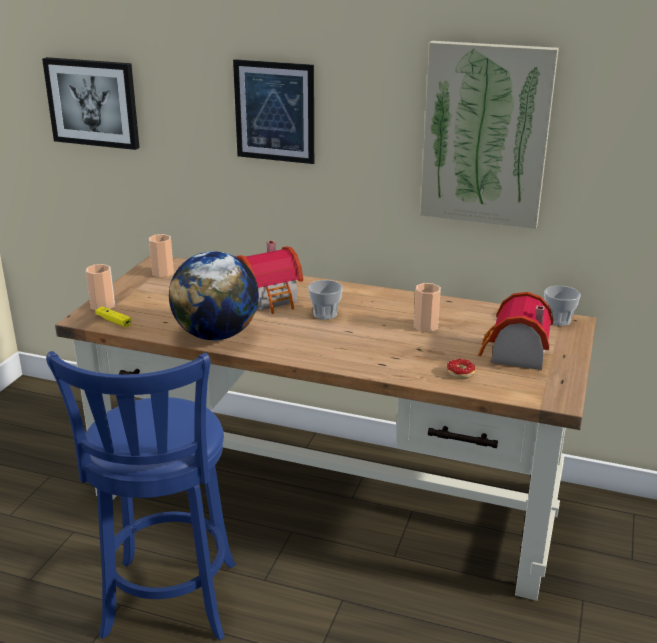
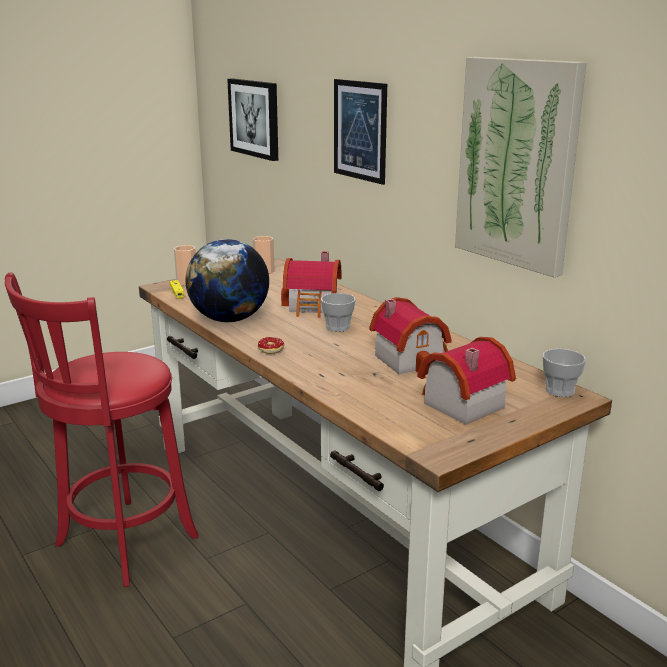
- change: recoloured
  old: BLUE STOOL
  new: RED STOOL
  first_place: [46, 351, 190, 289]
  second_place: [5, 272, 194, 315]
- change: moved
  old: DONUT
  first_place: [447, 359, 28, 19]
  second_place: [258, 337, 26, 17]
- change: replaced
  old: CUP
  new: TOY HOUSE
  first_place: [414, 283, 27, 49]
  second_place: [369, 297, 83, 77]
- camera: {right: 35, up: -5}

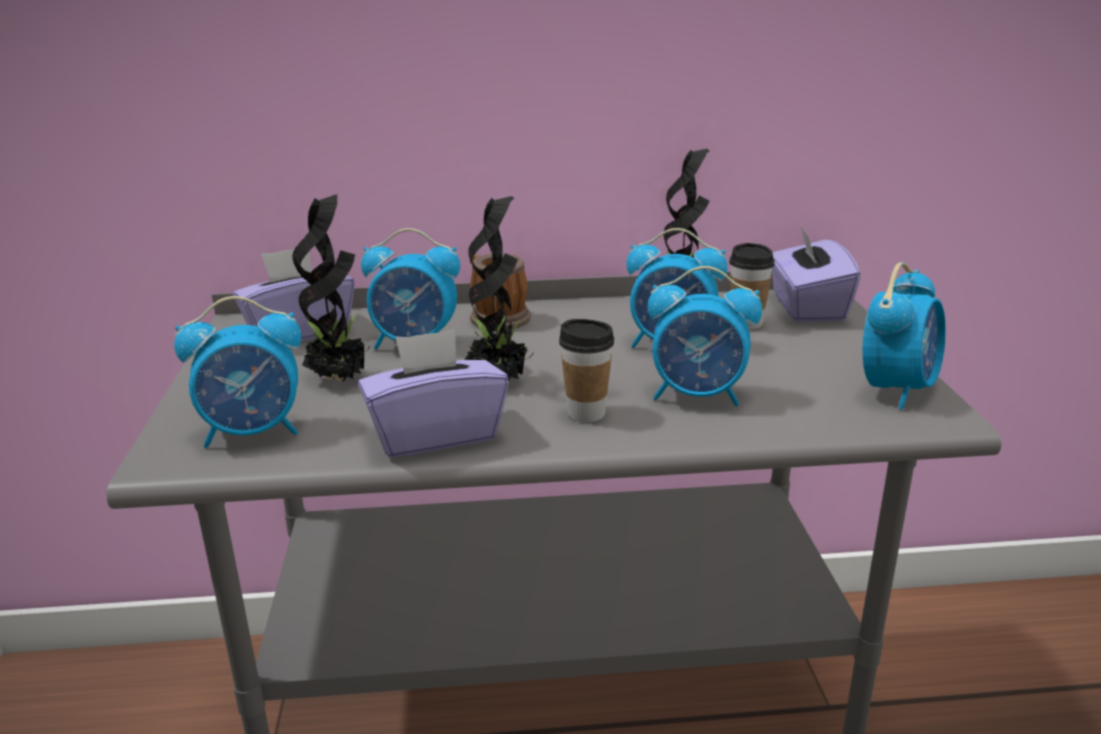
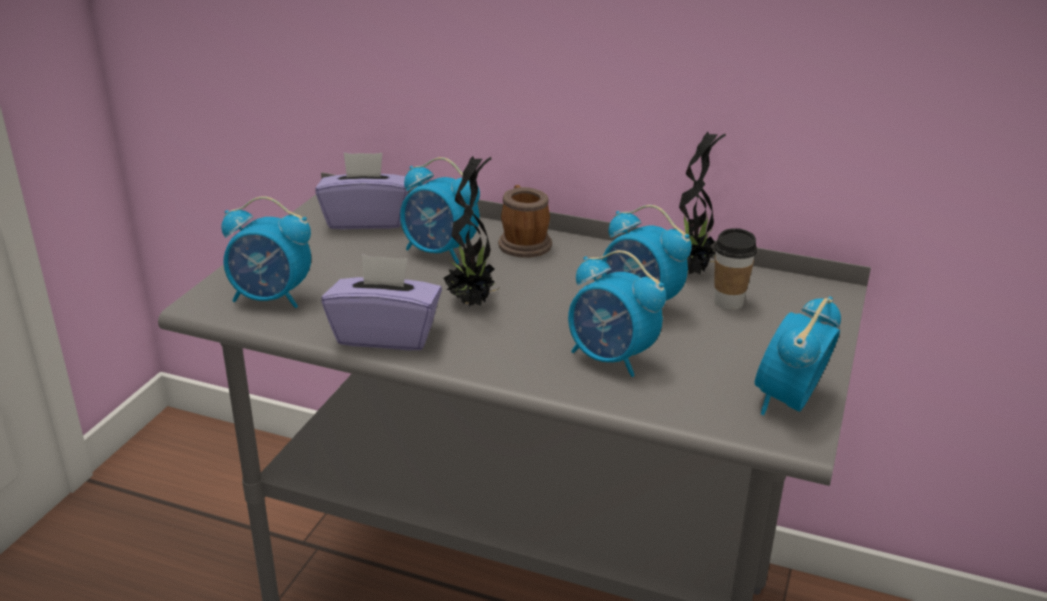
- change: turned
  old: ALARM CLOCK
  first_place: [863, 262, 83, 148]
  second_place: [755, 296, 86, 119]
  degrees: 150
- change: removed
  old: POTTED PLANT
  first_place: [293, 194, 77, 188]
- change: removed
  old: CUP
  first_place: [559, 319, 55, 103]
- change: removed
  old: PURPLE TISSUE BOX
  first_place: [772, 224, 89, 98]
- camera: {right: 25, up: 5}

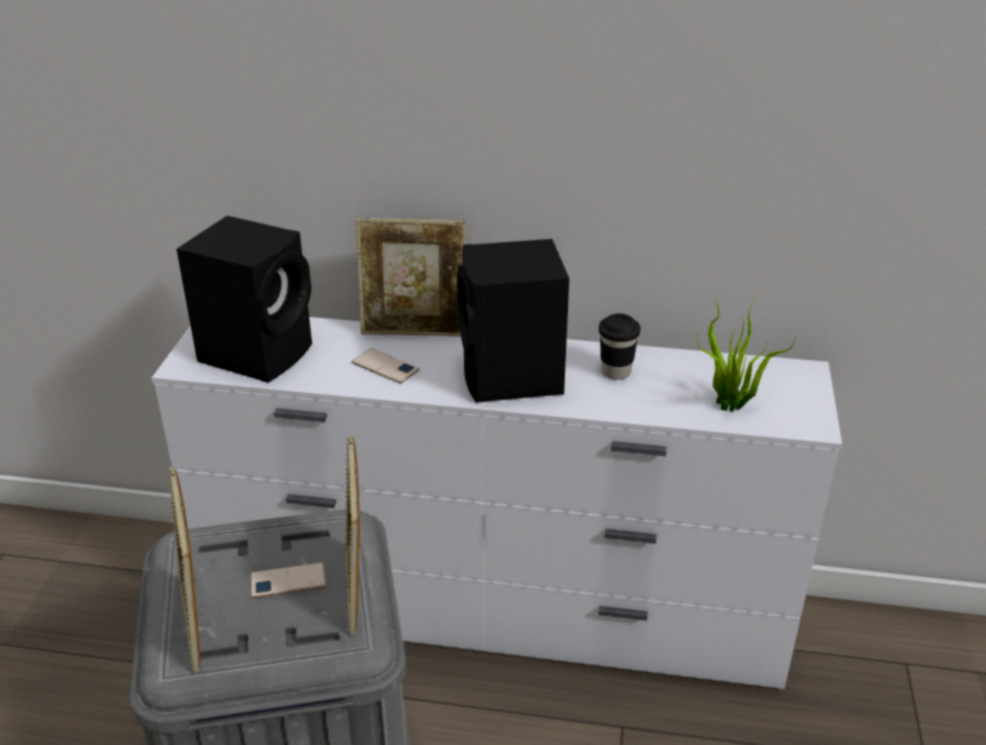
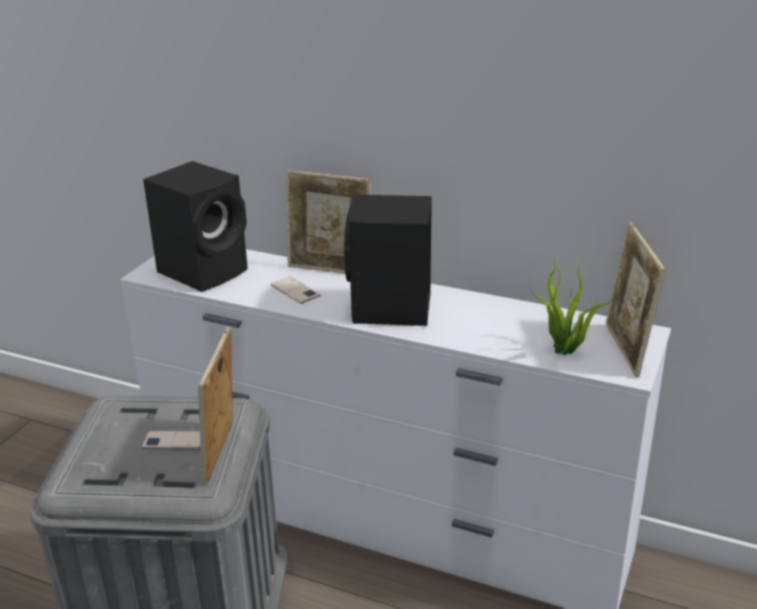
- change: moved
  old: PICTURE FRAME
  first_place: [168, 467, 32, 206]
  second_place: [605, 222, 61, 155]
- change: removed
  old: BLACK CUP
  first_place: [599, 313, 42, 67]
- camera: {right: 15, up: -5}

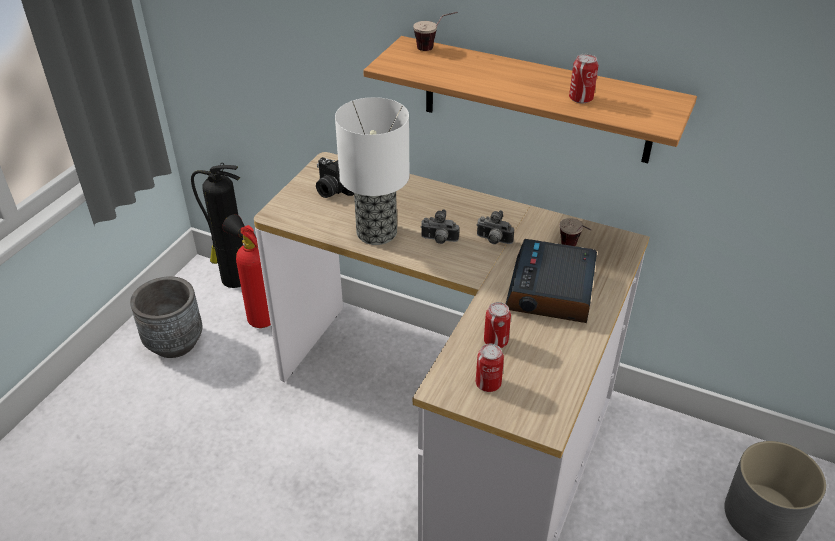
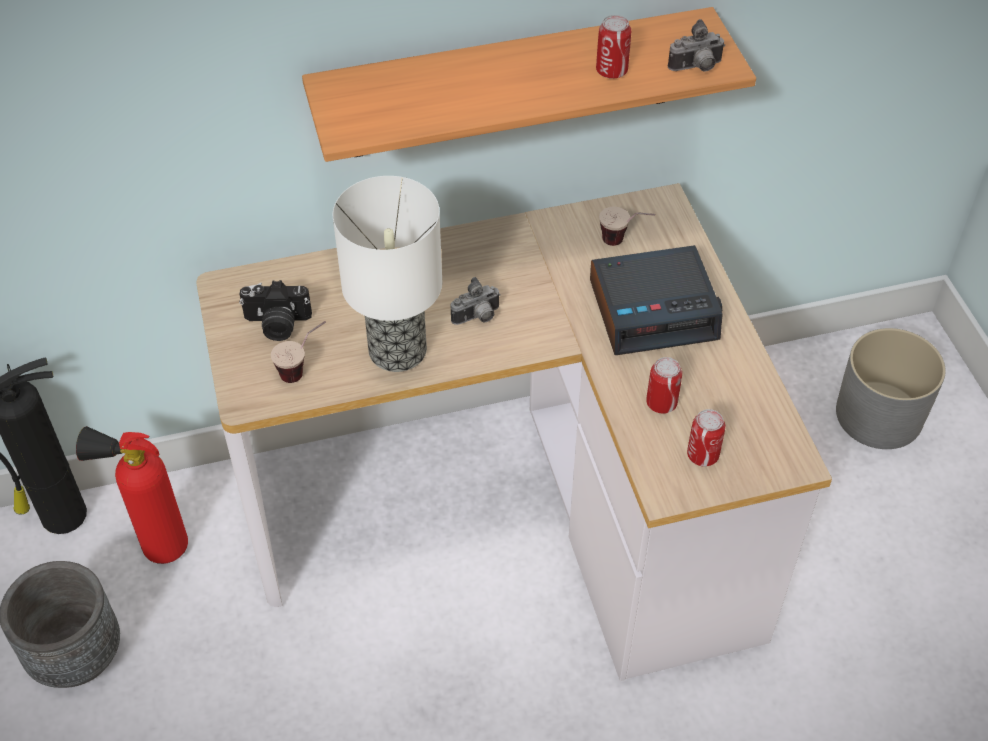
- change: moved
  old: CUP
  first_place: [413, 12, 45, 39]
  second_place: [271, 321, 55, 62]
- change: turned
  old: ALARM CLOCK
  first_place: [506, 239, 91, 84]
  second_place: [590, 245, 133, 110]
  degrees: -75
- change: moved
  old: PHOTO CAMERA
  first_place: [476, 210, 38, 34]
  second_place: [668, 19, 57, 53]
- camera: {right: -40, up: 10}

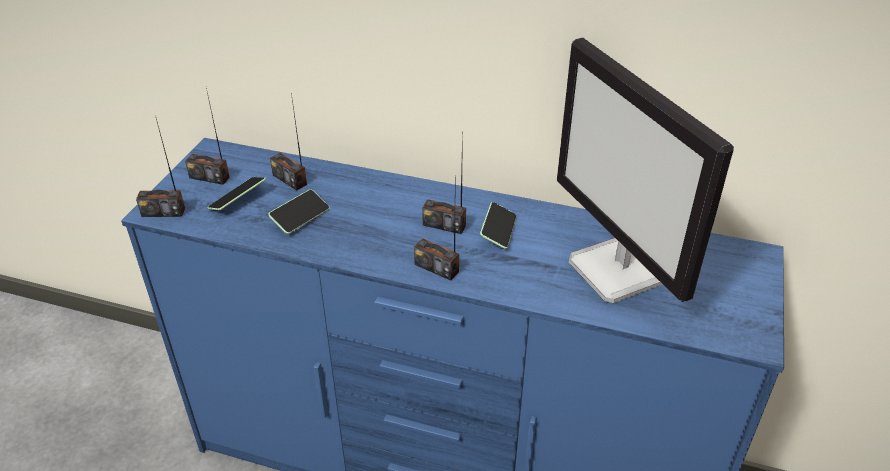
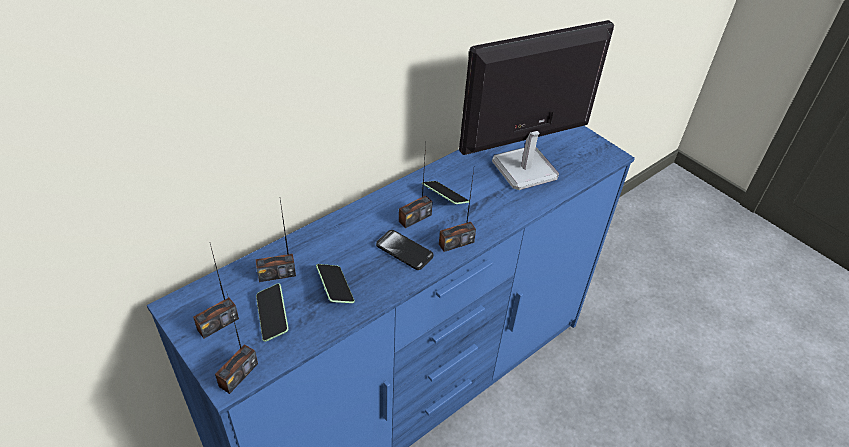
- change: added
  new: PHONE
  second_place: [376, 230, 58, 40]
- change: turned
  old: MONITOR
  first_place: [557, 38, 177, 265]
  second_place: [459, 20, 155, 170]
  degrees: 150
- camera: {right: -60, up: 5}

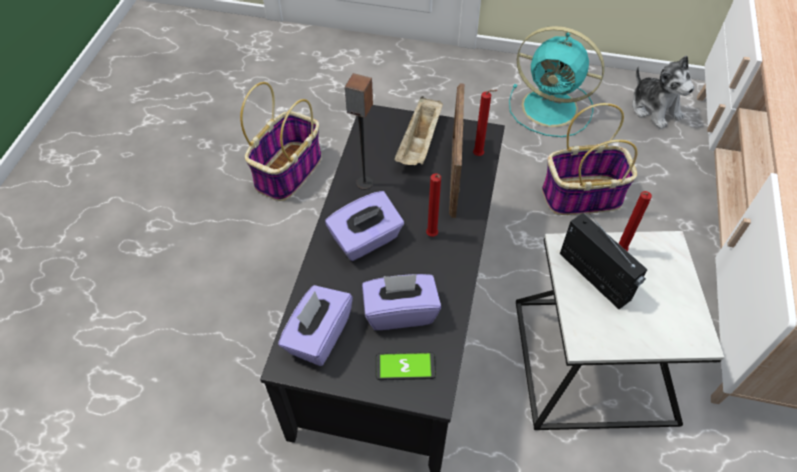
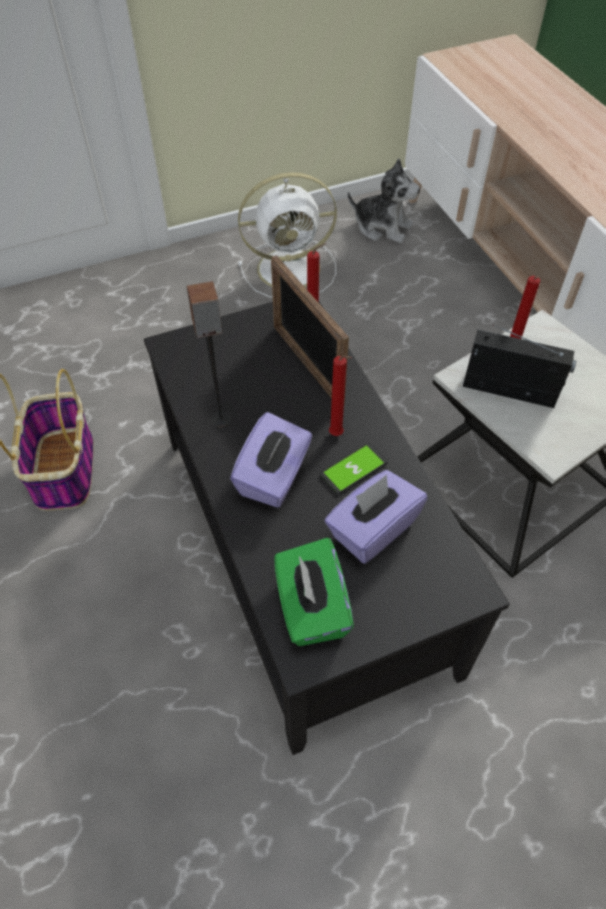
- change: recoloured
  old: TURQUOISE FAN
  new: WHITE FAN
  first_place: [509, 26, 96, 111]
  second_place: [238, 172, 99, 126]
- change: recoloured
  old: PURPLE TISSUE BOX
  new: GREEN TISSUE BOX
  first_place: [278, 285, 75, 81]
  second_place: [274, 537, 80, 109]
- change: moved
  old: PHONE
  first_place: [376, 352, 60, 28]
  second_place: [320, 443, 68, 51]
- change: removed
  old: BEIGE TRAY
  first_place: [394, 96, 49, 69]
- change: removed
  old: BASKET
  first_place: [542, 103, 95, 112]
- camera: {right: -35, up: 0}

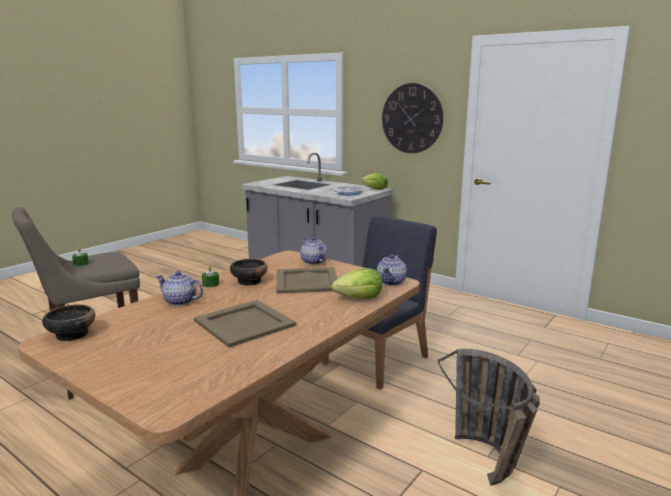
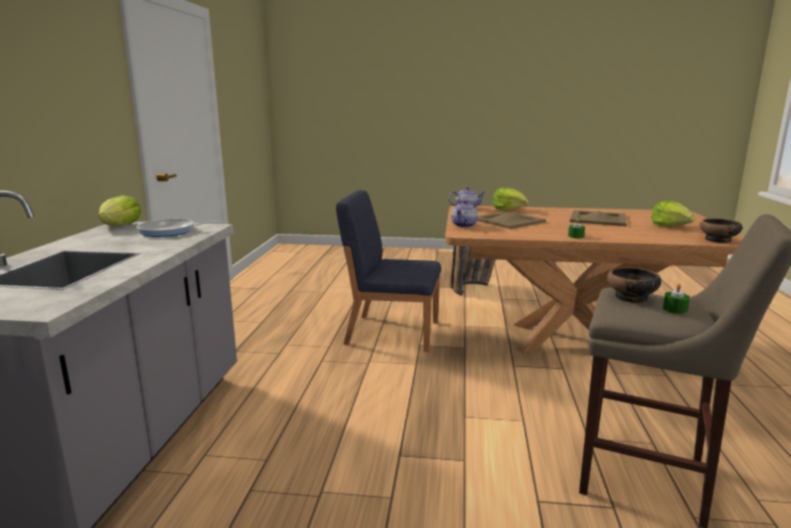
- change: moved
  old: BOWL
  first_place: [230, 259, 37, 27]
  second_place: [607, 267, 54, 36]
- change: added
  new: LETTUCE
  second_place: [651, 201, 44, 26]
- change: removed
  old: TEAPOT
  first_place: [156, 271, 47, 35]
- change: removed
  old: WALL CLOCK
  first_place: [382, 83, 61, 70]
- camera: {right: -120, up: 0}

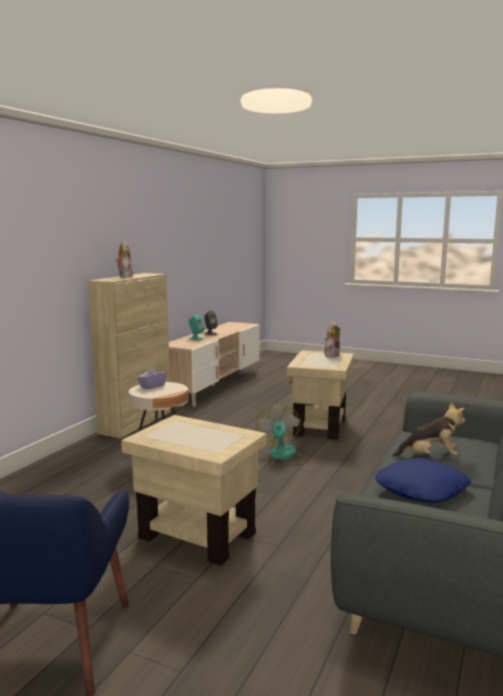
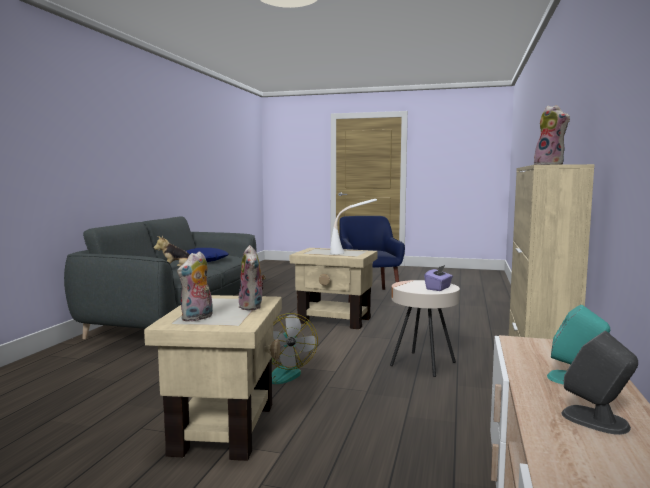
- change: added
  new: PLUSH TOY
  second_place: [239, 245, 27, 65]
- change: added
  new: WHITE TABLE LAMP
  second_place: [330, 199, 47, 55]
- camera: {right: 170, up: -5}

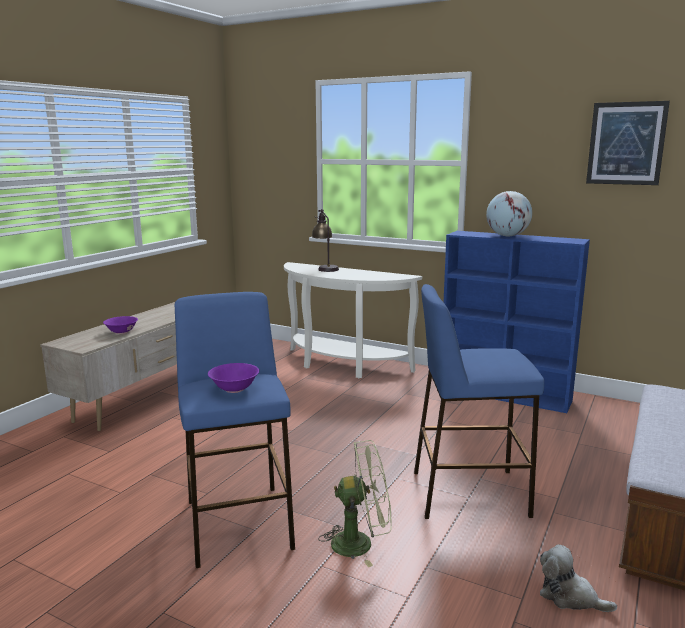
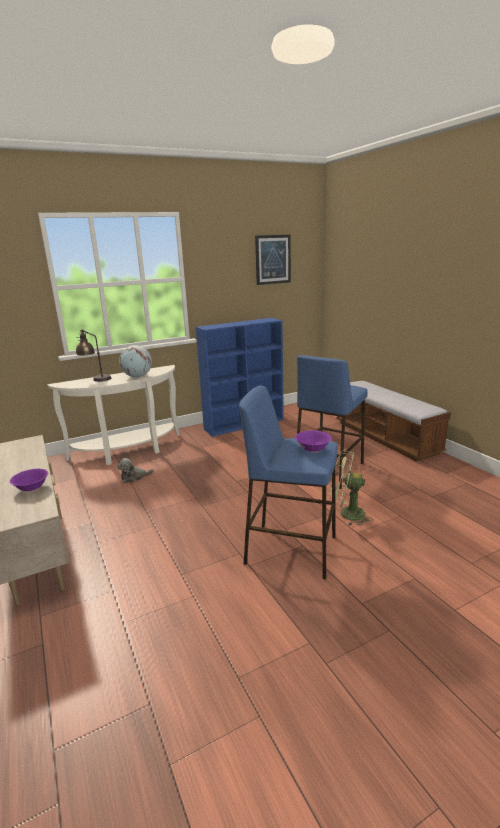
- change: moved
  old: PLUSH TOY
  first_place: [540, 545, 77, 67]
  second_place: [117, 458, 37, 25]
- change: moved
  old: GLOBE
  first_place: [486, 191, 46, 45]
  second_place: [119, 345, 33, 32]
- change: turned
  old: GREEN FAN
  first_place: [318, 440, 73, 127]
  second_place: [329, 450, 44, 76]
  degrees: -105
- camera: {right: -55, up: 5}

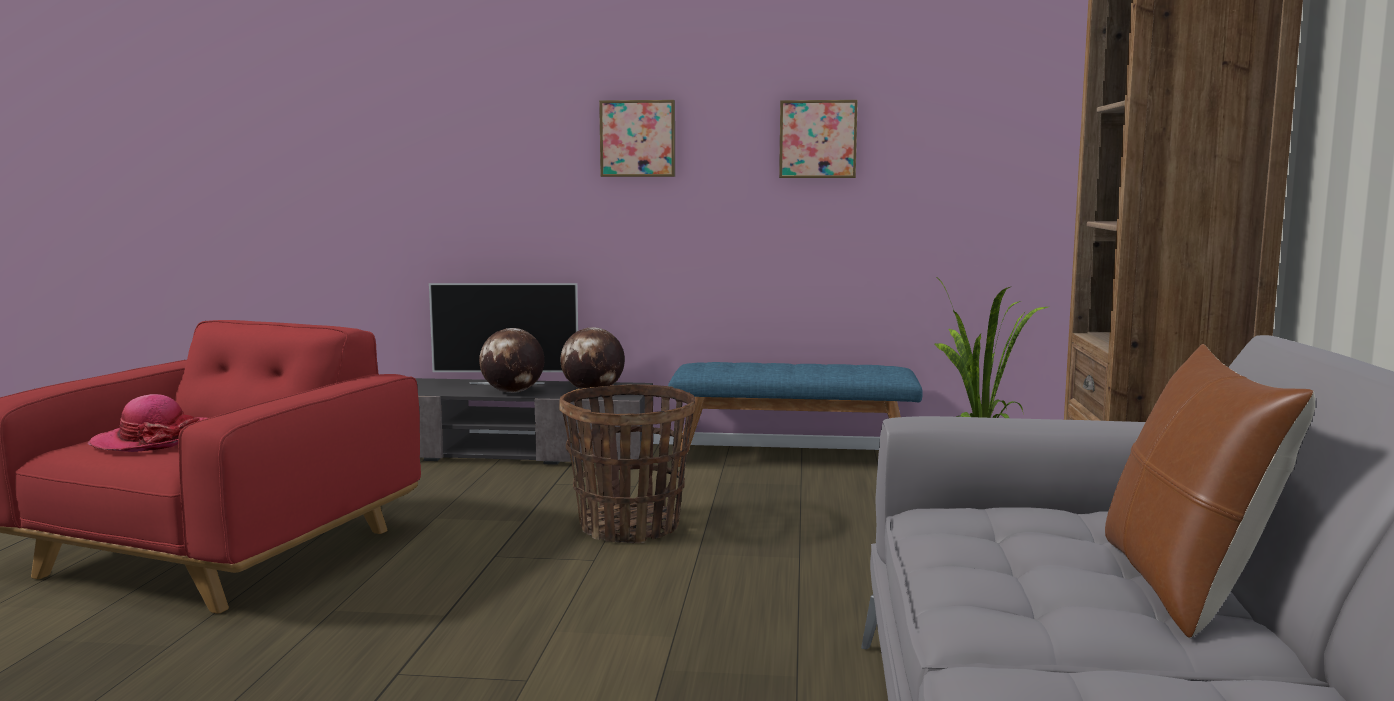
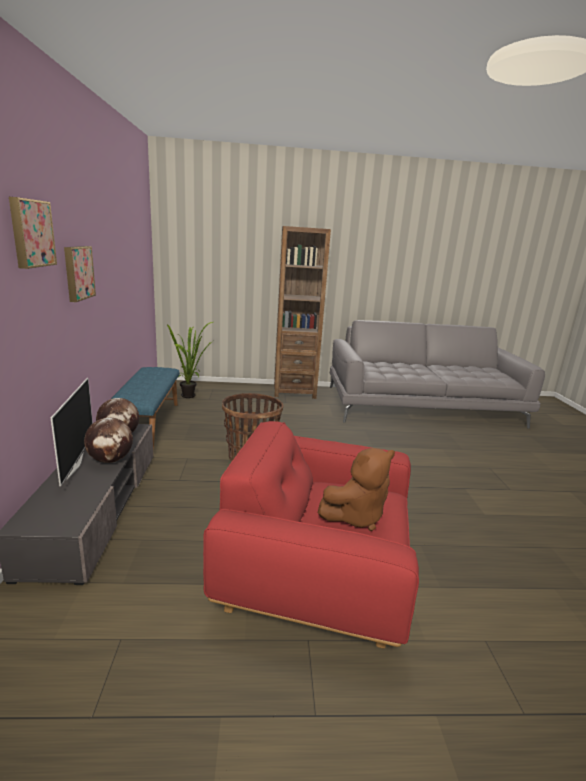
- change: moved
  old: PICTURE
  first_place: [779, 100, 79, 78]
  second_place: [9, 197, 48, 72]
- change: replaced
  old: HAT
  new: BROWN PLUSH TOY
  first_place: [88, 394, 119, 58]
  second_place: [318, 448, 77, 83]
- change: removed
  old: BROWN PILLOW
  first_place: [1105, 344, 210, 294]
- camera: {right: -100, up: 10}

